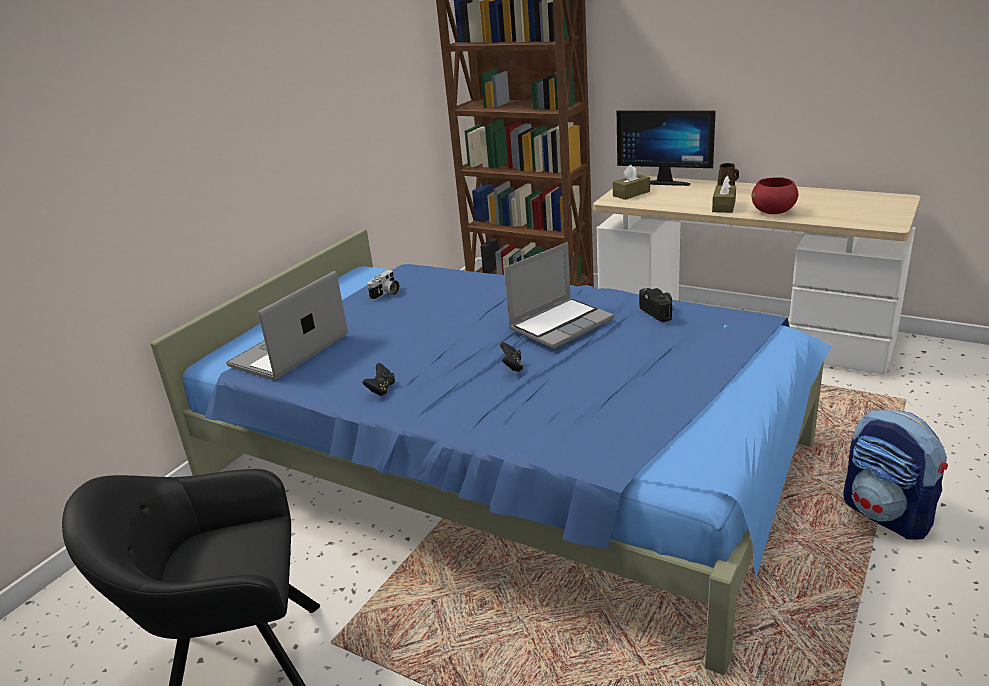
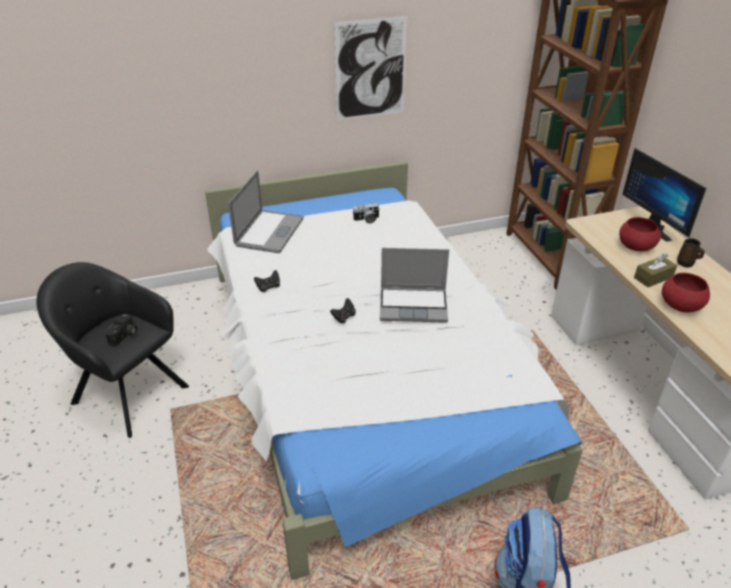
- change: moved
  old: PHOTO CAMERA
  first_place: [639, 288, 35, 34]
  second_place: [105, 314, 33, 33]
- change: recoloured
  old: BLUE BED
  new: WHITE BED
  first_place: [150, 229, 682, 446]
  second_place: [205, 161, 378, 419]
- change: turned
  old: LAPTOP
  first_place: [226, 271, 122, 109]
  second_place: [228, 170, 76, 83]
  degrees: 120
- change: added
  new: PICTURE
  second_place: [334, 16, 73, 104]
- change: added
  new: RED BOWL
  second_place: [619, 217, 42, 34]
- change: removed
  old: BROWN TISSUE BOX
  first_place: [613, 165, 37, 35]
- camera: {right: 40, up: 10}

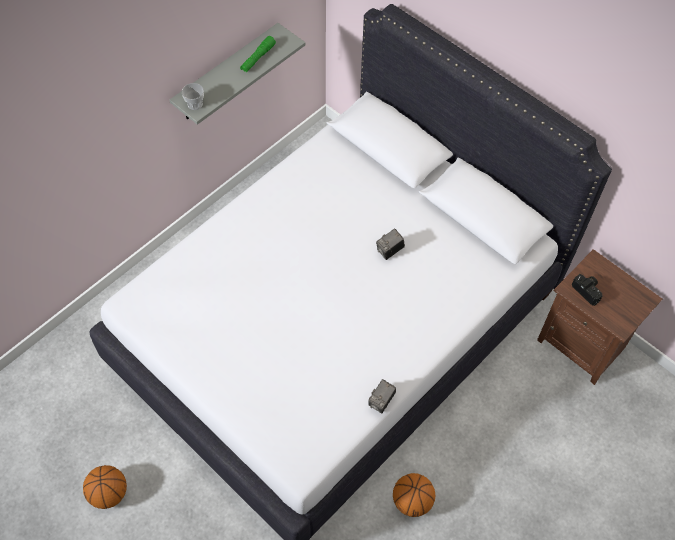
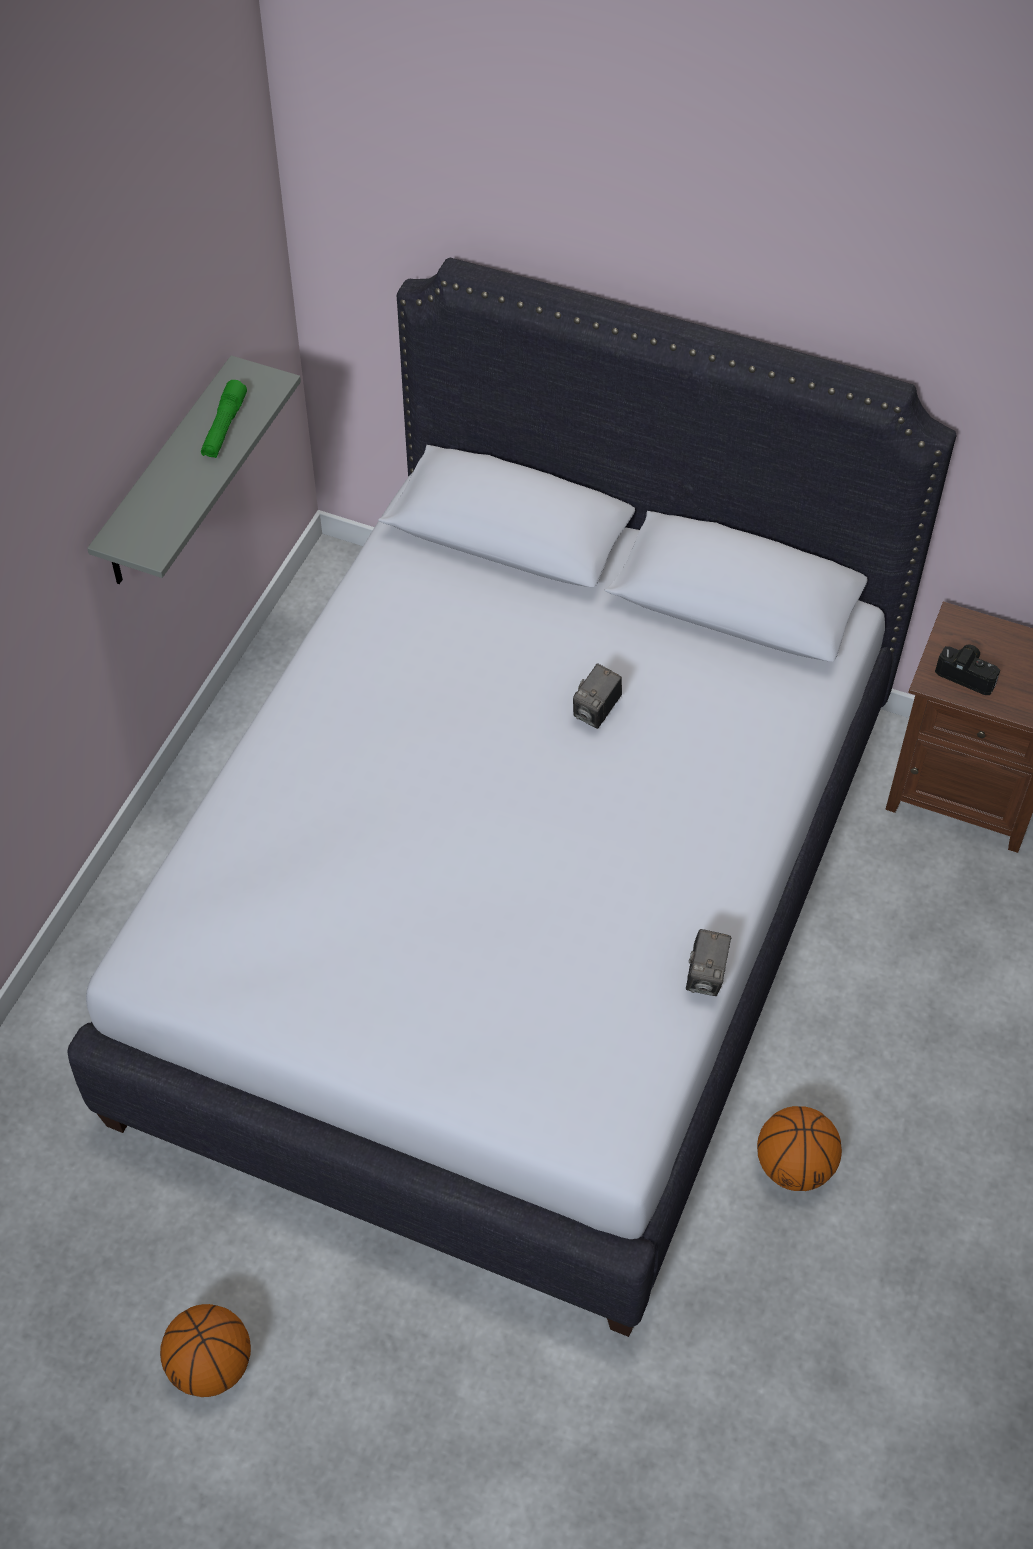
- change: removed
  old: CUP
  first_place: [182, 83, 22, 27]
- camera: {right: -20, up: -5}

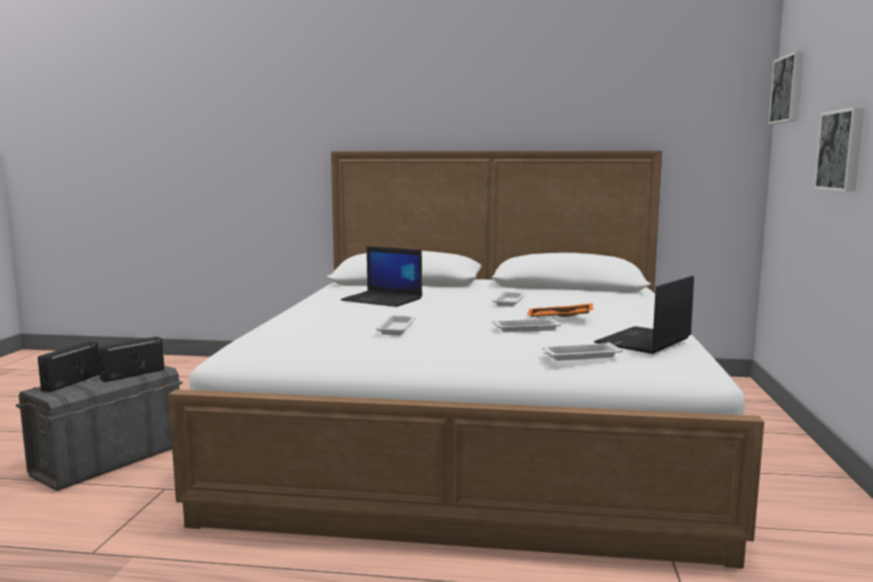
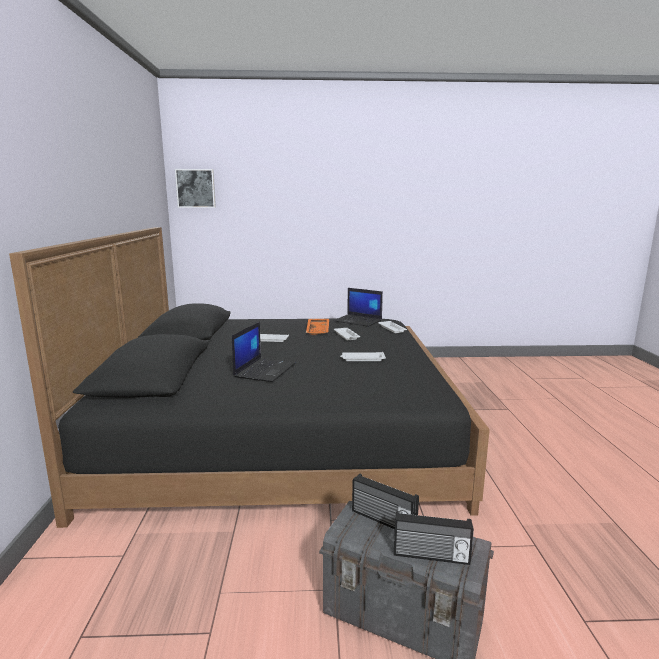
- change: recoloured
  old: WHITE BED
  new: BLACK BED
  first_place: [168, 151, 596, 417]
  second_place: [9, 227, 481, 301]
- change: removed
  old: PICTURE
  first_place: [814, 107, 50, 85]
- camera: {right: -100, up: 5}

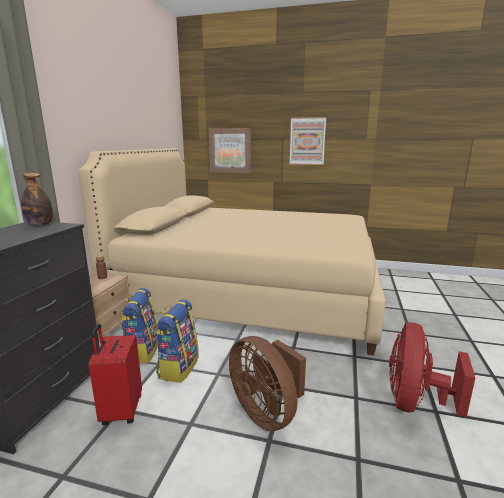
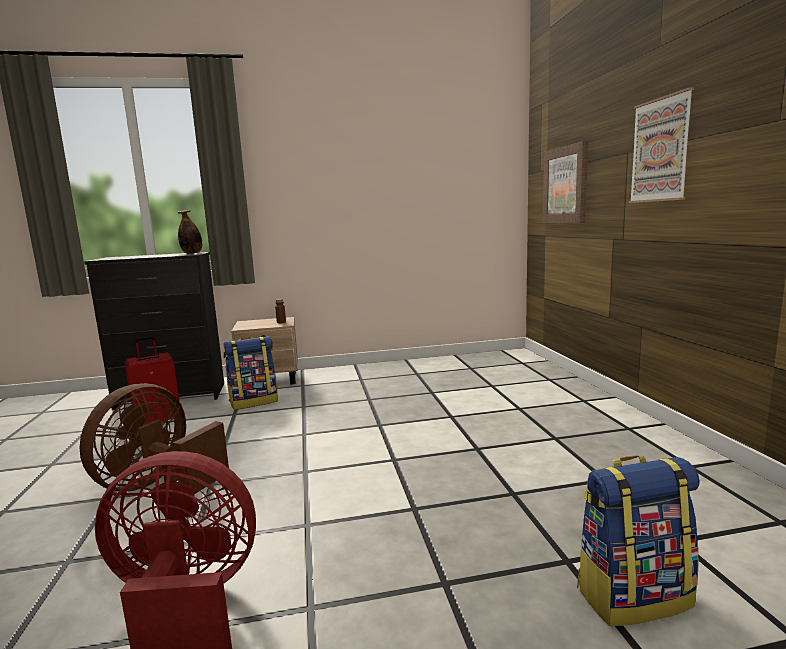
- change: moved
  old: BACKPACK
  first_place: [155, 299, 44, 84]
  second_place: [577, 455, 122, 171]
- change: removed
  old: BEIGE BED
  first_place: [78, 148, 308, 208]
- camera: {right: 65, up: -5}

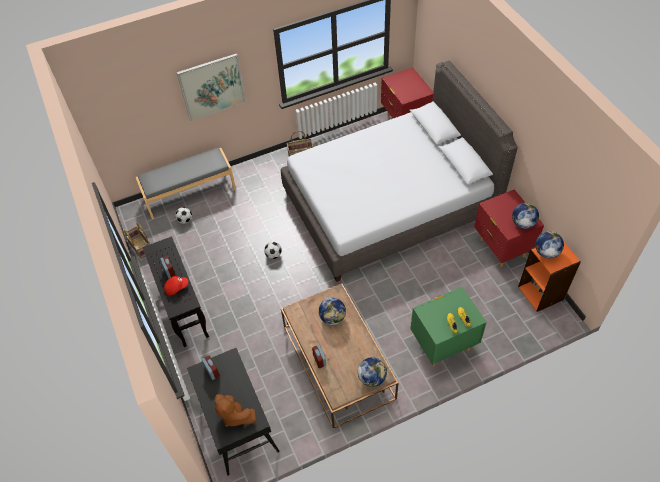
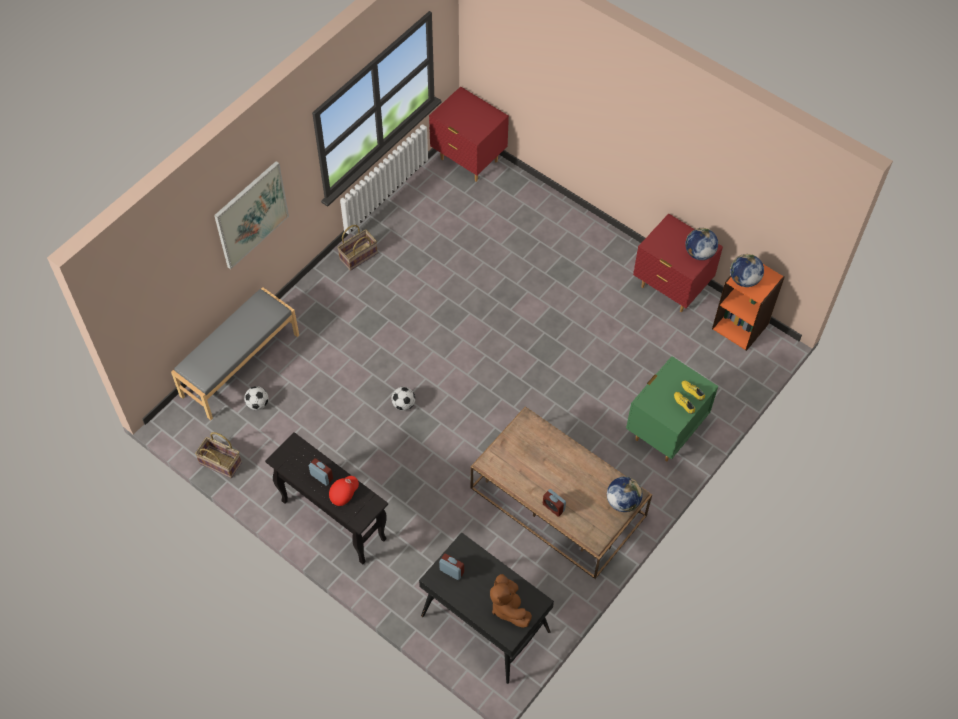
- change: turned
  old: BROWN PLUSH TOY
  first_place: [214, 394, 43, 33]
  second_place: [490, 574, 42, 54]
  degrees: 60
- change: removed
  old: GREY BED
  first_place: [281, 61, 237, 221]
- change: removed
  old: GLOBE
  first_place: [319, 297, 27, 28]
- camera: {right: -30, up: 5}

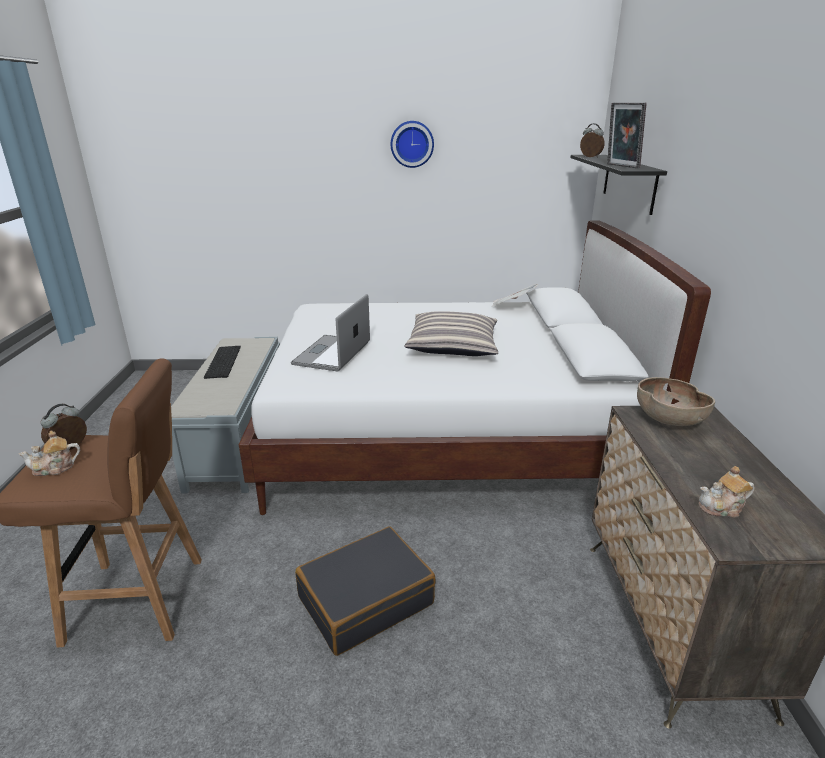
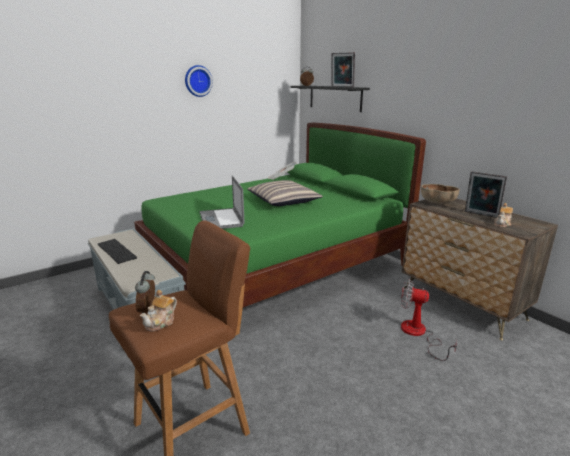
- change: recoloured
  old: WHITE BED
  new: GREEN BED
  first_place: [239, 221, 472, 294]
  second_place: [134, 123, 292, 185]
- change: added
  new: FAN
  second_place: [401, 279, 56, 82]
- change: added
  new: PICTURE FRAME
  second_place: [465, 171, 42, 47]
- change: removed
  old: BLACK SUITCASE
  first_place: [295, 527, 141, 129]
- camera: {right: -35, up: -5}

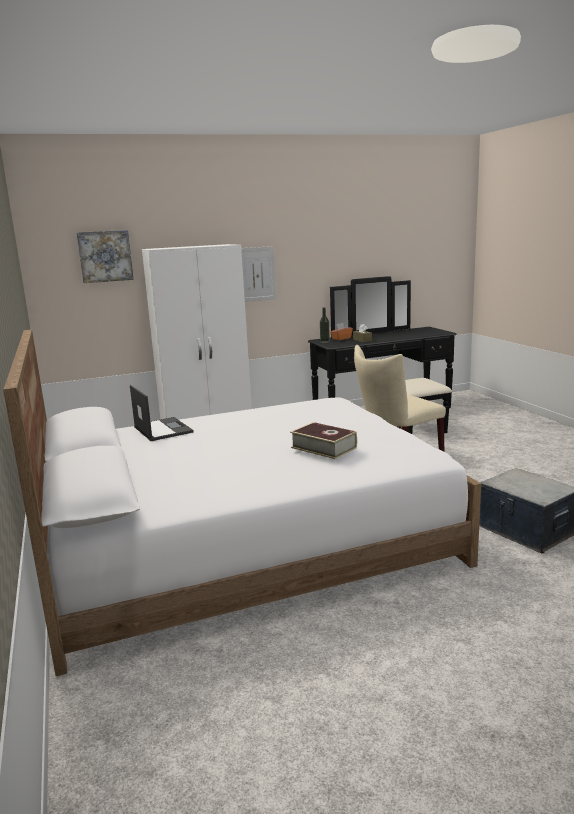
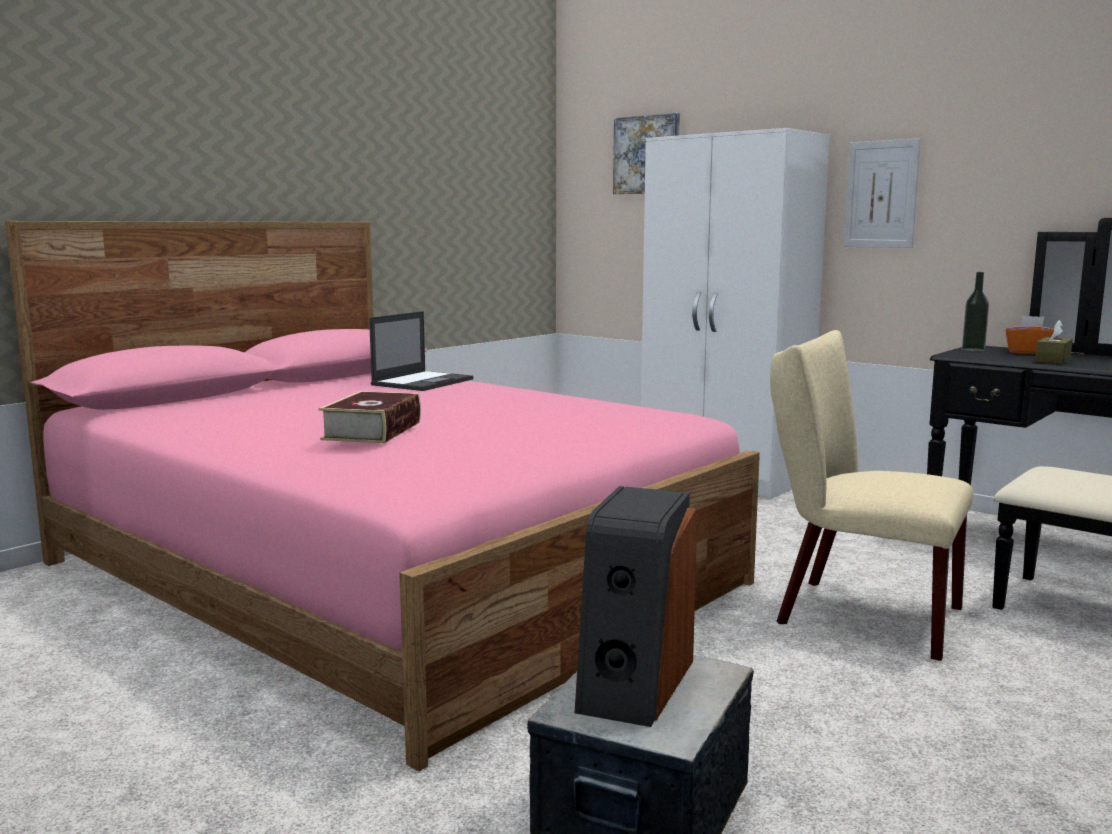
- change: recoloured
  old: WHITE BED
  new: PINK BED
  first_place: [3, 330, 478, 346]
  second_place: [5, 221, 755, 550]
- change: added
  new: SPEAKER
  second_place: [574, 486, 124, 241]
- camera: {right: 60, up: -5}

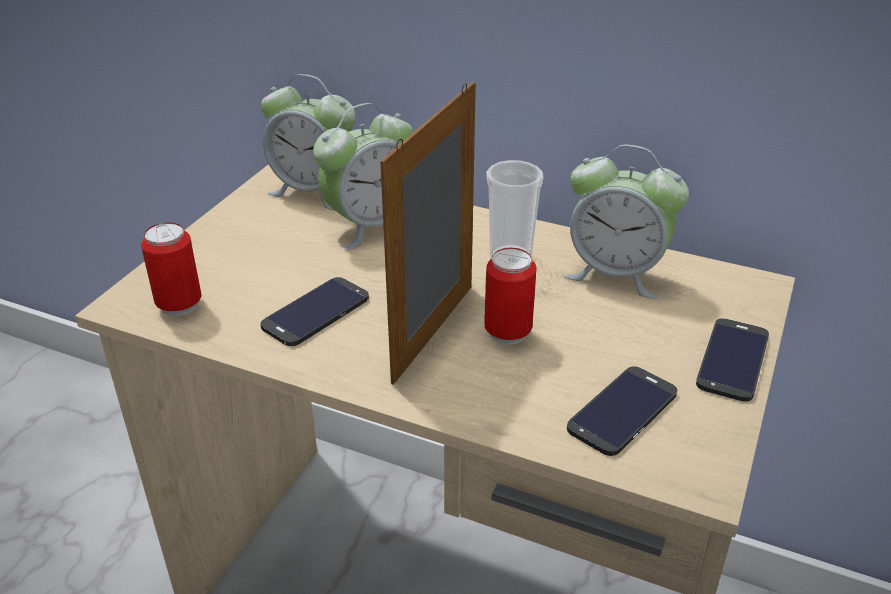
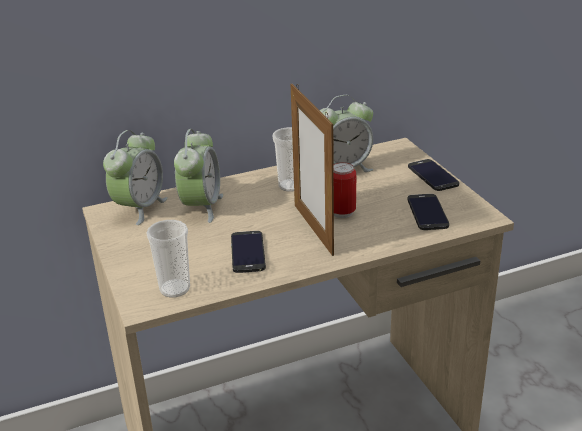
- change: turned
  old: ALARM CLOCK
  first_place: [261, 74, 95, 136]
  second_place: [103, 130, 65, 95]
  degrees: -45
- change: replaced
  old: CAN
  new: CUP
  first_place: [141, 222, 61, 95]
  second_place: [146, 220, 44, 77]
- camera: {right: -45, up: -5}

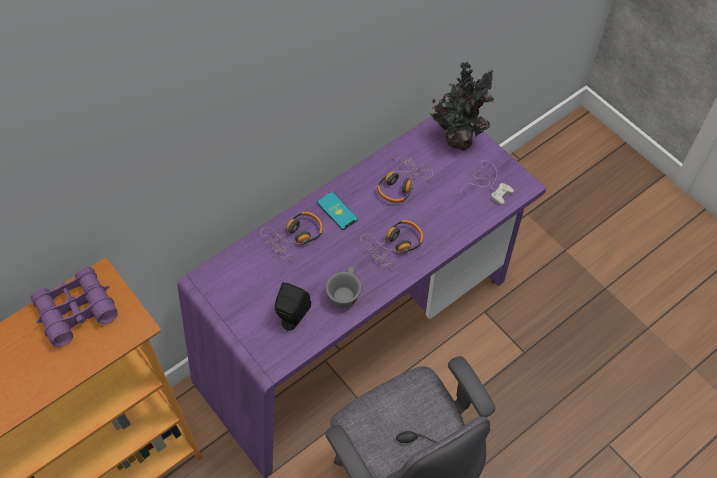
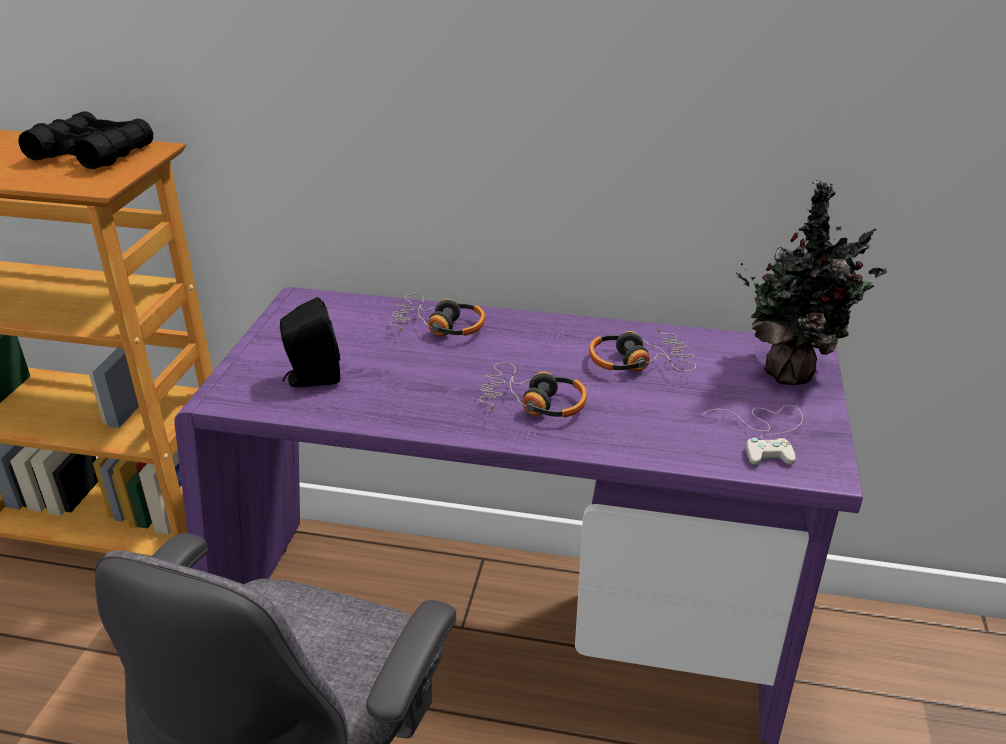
- change: recoloured
  old: PURPLE BINOCULARS
  new: BLACK BINOCULARS
  first_place: [31, 267, 87, 80]
  second_place: [18, 111, 135, 58]
- change: removed
  old: PHONE
  first_place: [317, 192, 41, 38]
- change: removed
  old: GREY CUP
  first_place: [326, 266, 35, 42]
- camera: {right: 50, up: -25}

